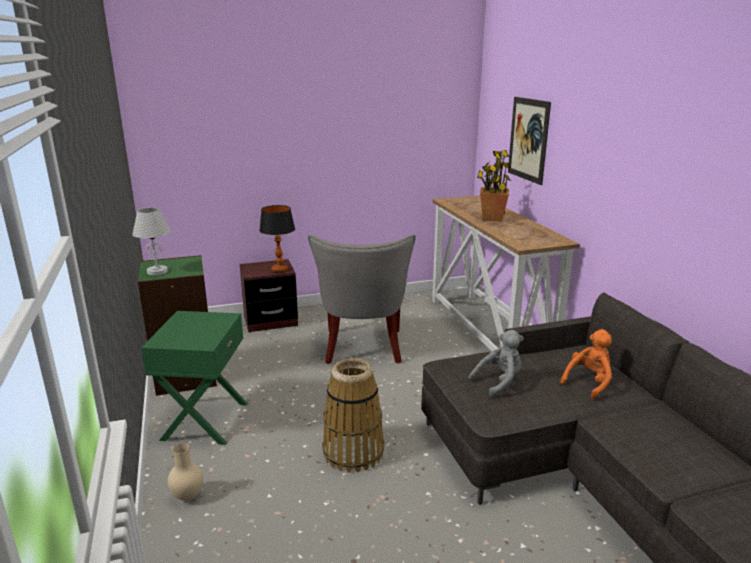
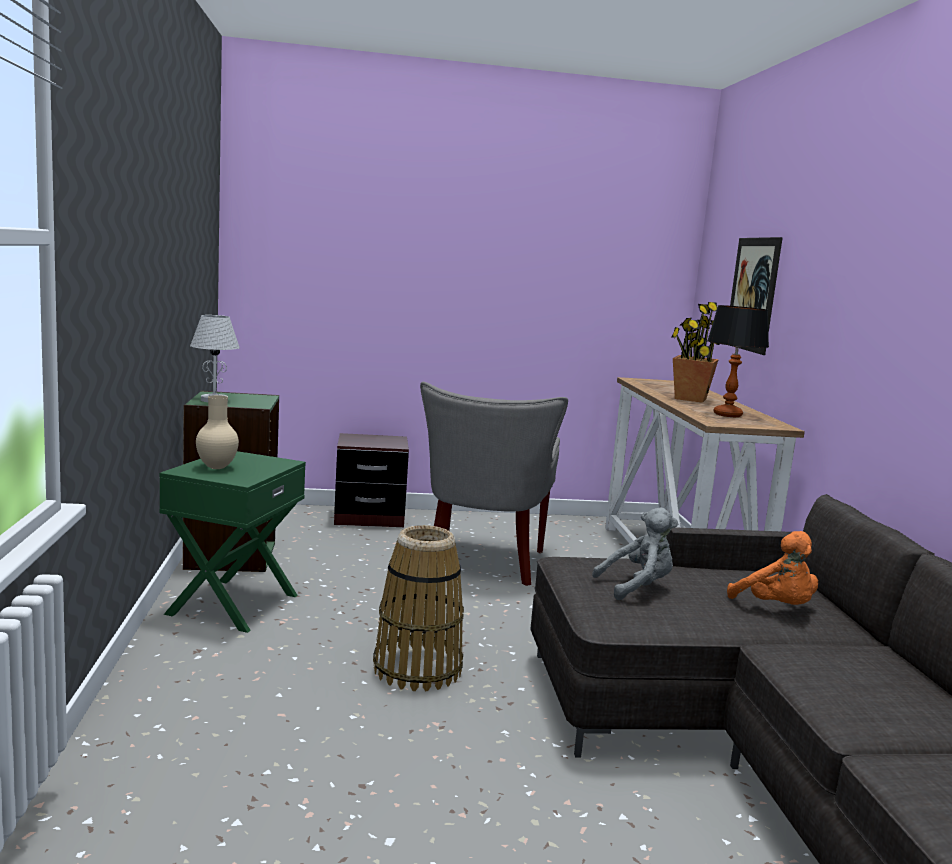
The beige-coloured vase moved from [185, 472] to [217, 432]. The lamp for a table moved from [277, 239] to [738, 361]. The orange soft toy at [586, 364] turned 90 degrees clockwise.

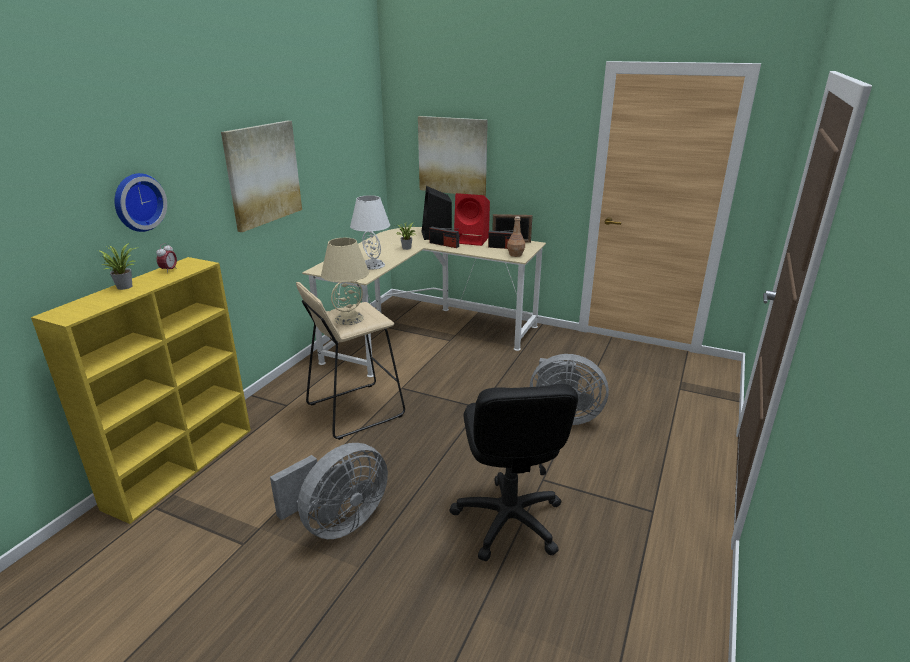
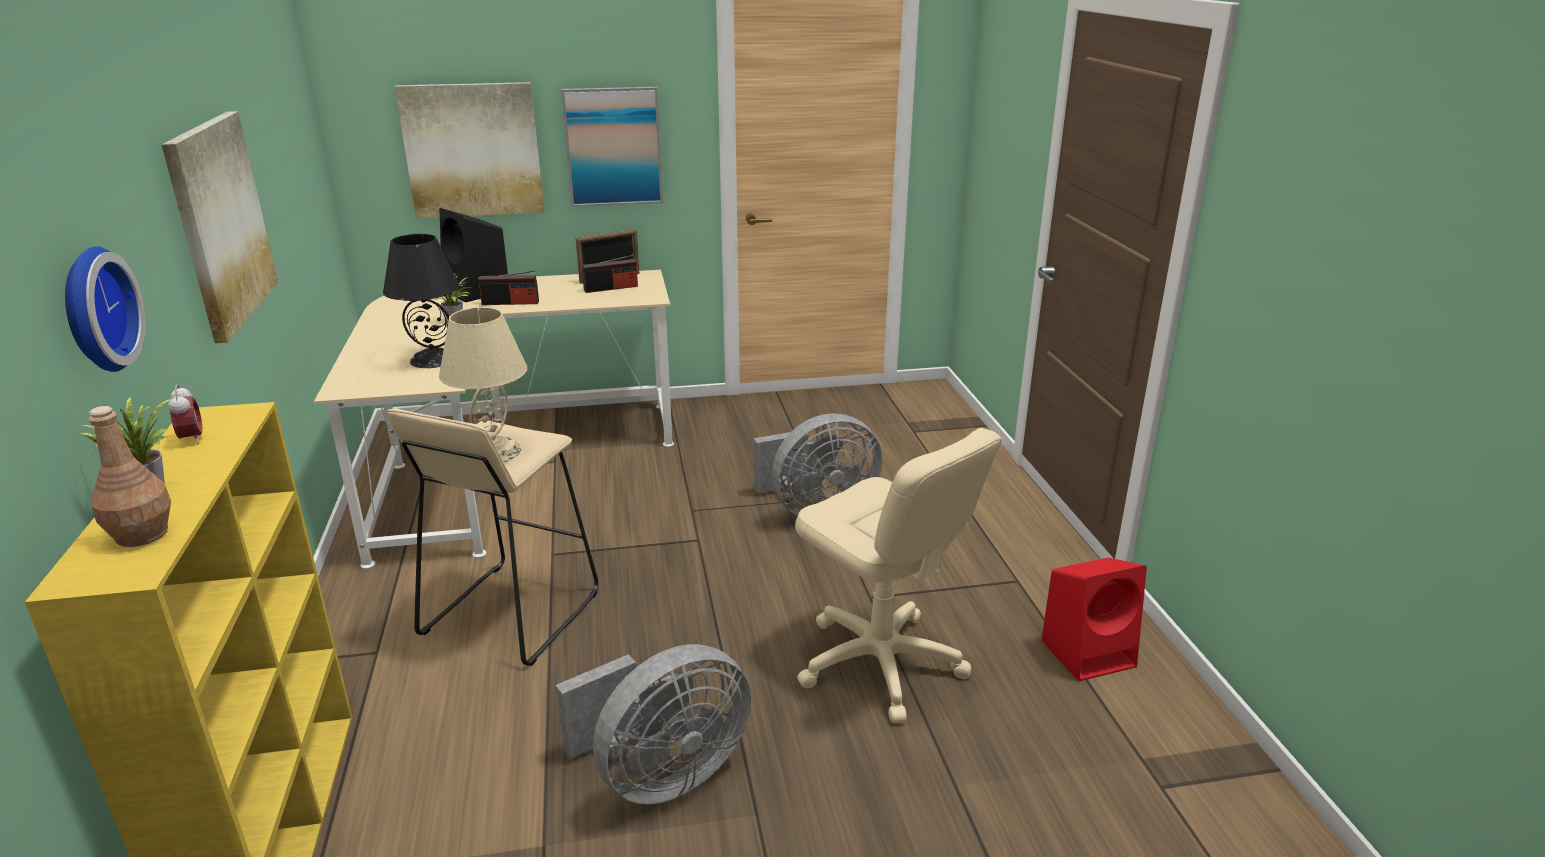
The brown drink bottle moved from [516, 236] to [130, 476]. The white lamp for a table at [370, 232] became the black lamp for a table at [421, 301]. The greyish cooling fan at [329, 491] turned 45 degrees clockwise. The wall picture at [612, 147] appeared. The black office chair at [513, 473] became the beige-coloured office chair at [898, 575]. The reddish loudspeaker moved from [472, 219] to [1094, 619].

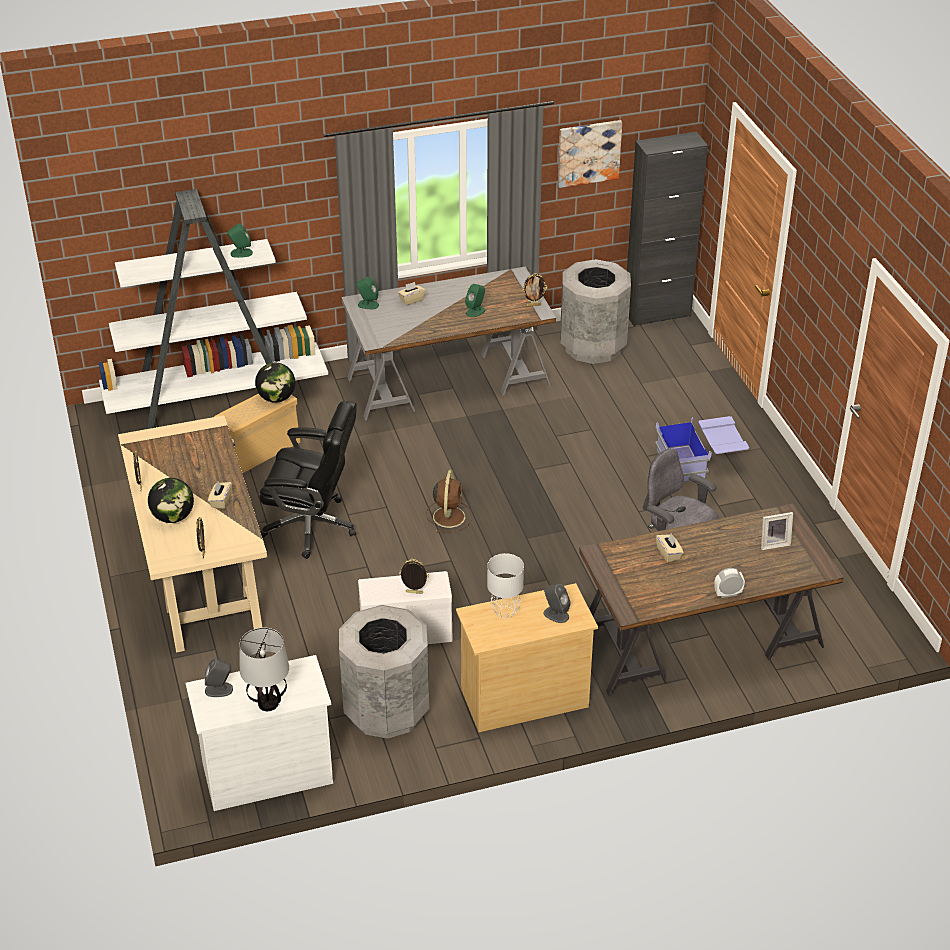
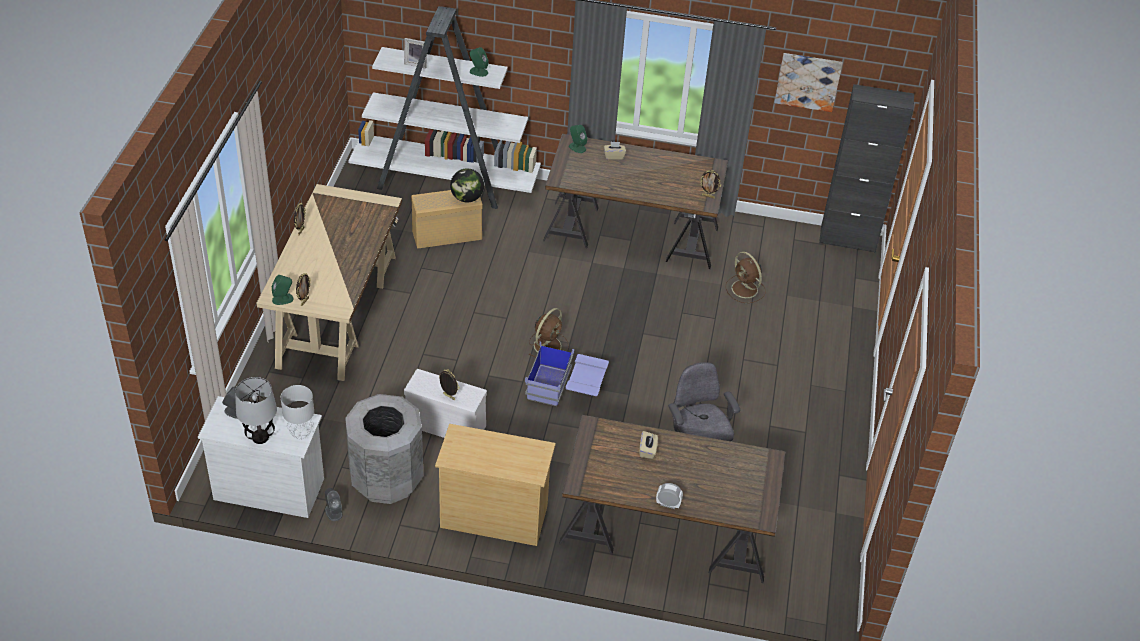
The greenish loudspeaker moved from [475, 300] to [282, 290]. The greyish lamp for a table moved from [505, 586] to [297, 412]. The greyish loudspeaker moved from [557, 603] to [334, 504]. The picture frame moved from [777, 531] to [415, 53]. The blue storage bin moved from [702, 449] to [567, 373]. The greyish desk table at [449, 344] became the brown desk table at [635, 201]. The brown cooling fan at [745, 277] appeared. The desk globe at [171, 500] disappeared. The beige-coloured box of tissues at [220, 495] disappeared. The black office chair at [308, 480] disappeared. The greyish trash can at [595, 311] disappeared.

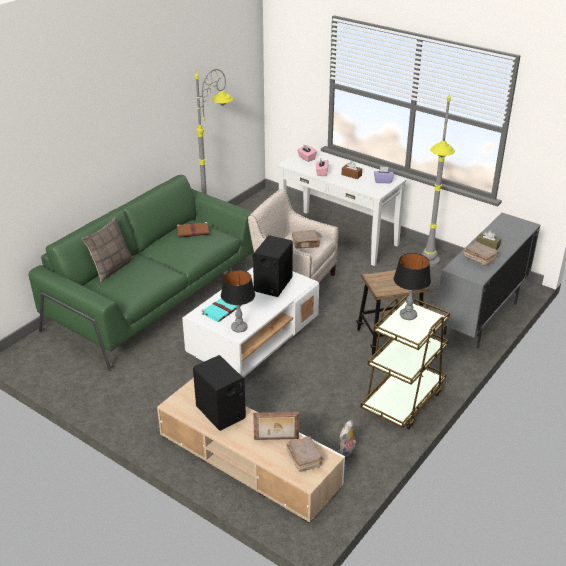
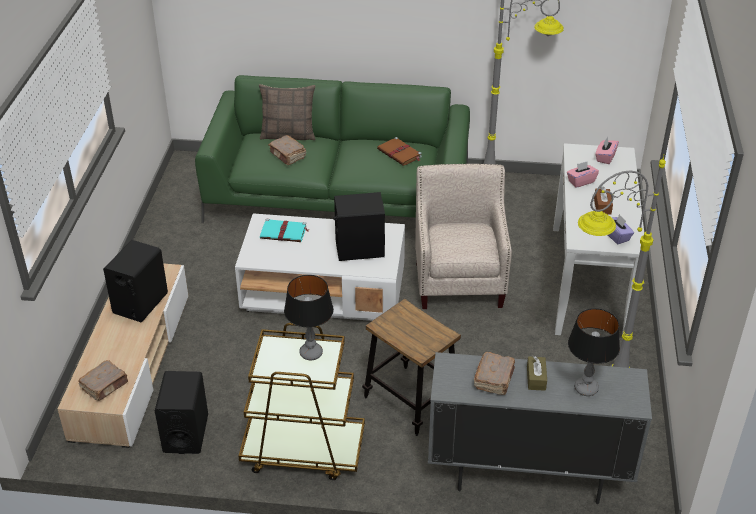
The soft toy at [347, 438] was replaced by the black loudspeaker at [181, 412]. The brown book moved from [306, 239] to [287, 150]. The lamp for a table moved from [238, 301] to [594, 352]. The picture frame at [276, 426] disappeared.

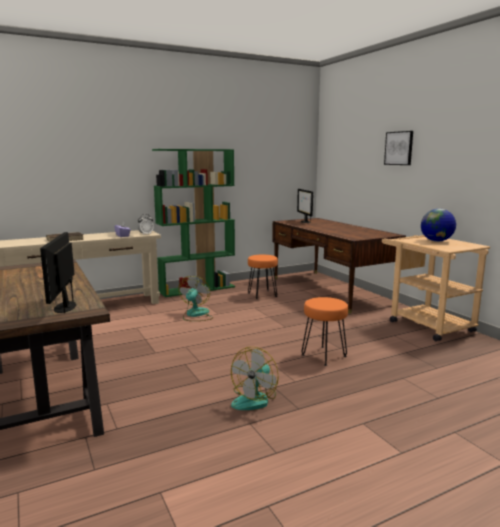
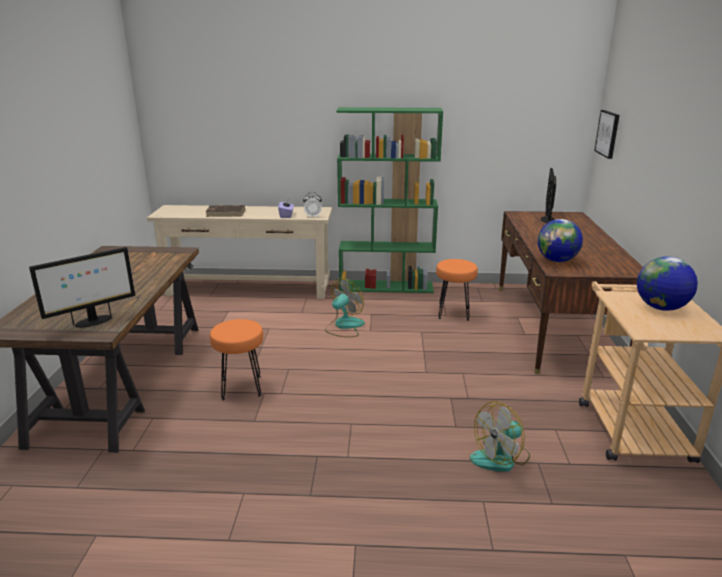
The computer screen at [58, 272] turned 150 degrees counterclockwise. The orange stool moved from [325, 331] to [236, 359]. The cooling fan moved from [255, 378] to [500, 436]. The desk globe at [560, 240] appeared. The wall picture moved from [398, 148] to [607, 134].

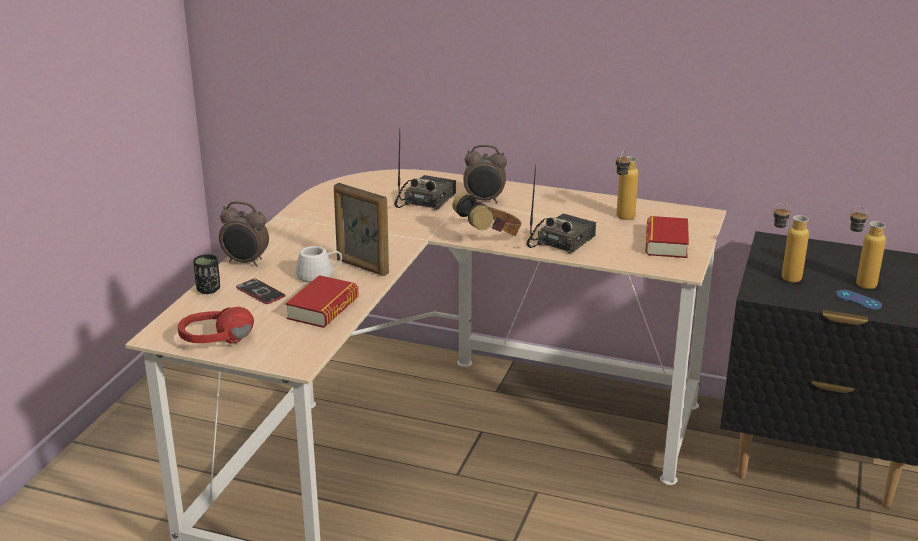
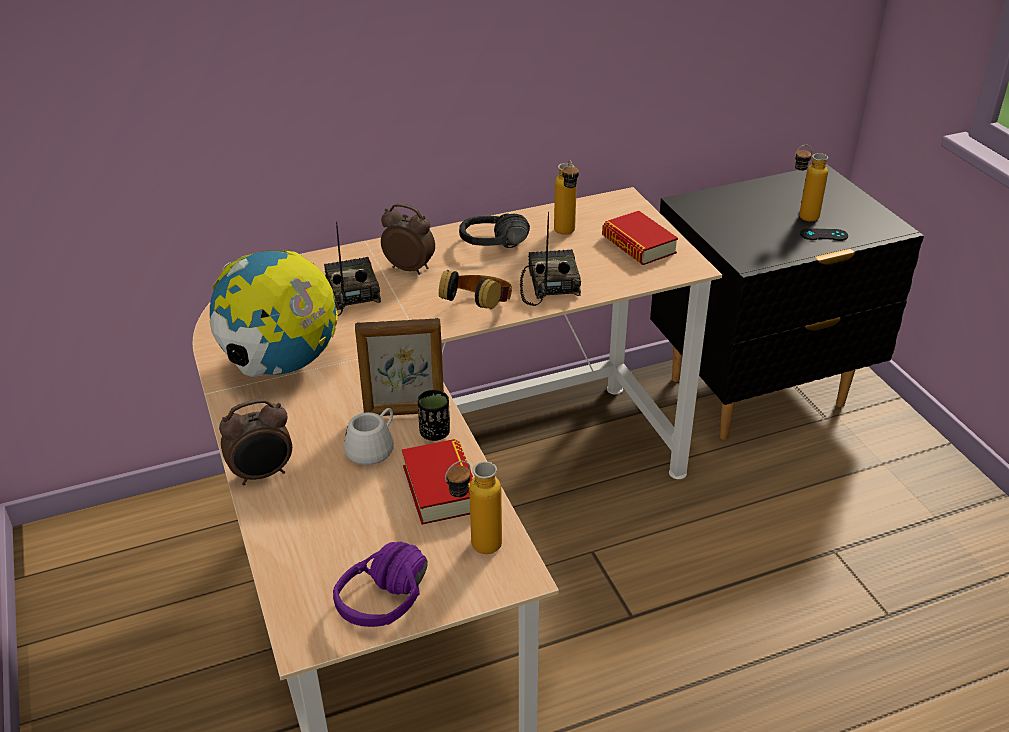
The desk globe at [274, 313] appeared. The reddish headset at [216, 325] became the purplish headset at [380, 584]. The alarm clock at [485, 174] turned 120 degrees counterclockwise. The black cup moved from [206, 274] to [434, 415]. The drink bottle moved from [791, 243] to [473, 507]. The black headset at [494, 230] appeared. The blue gamepad at [859, 300] became the black gamepad at [824, 234]. The handset at [261, 291] disappeared.

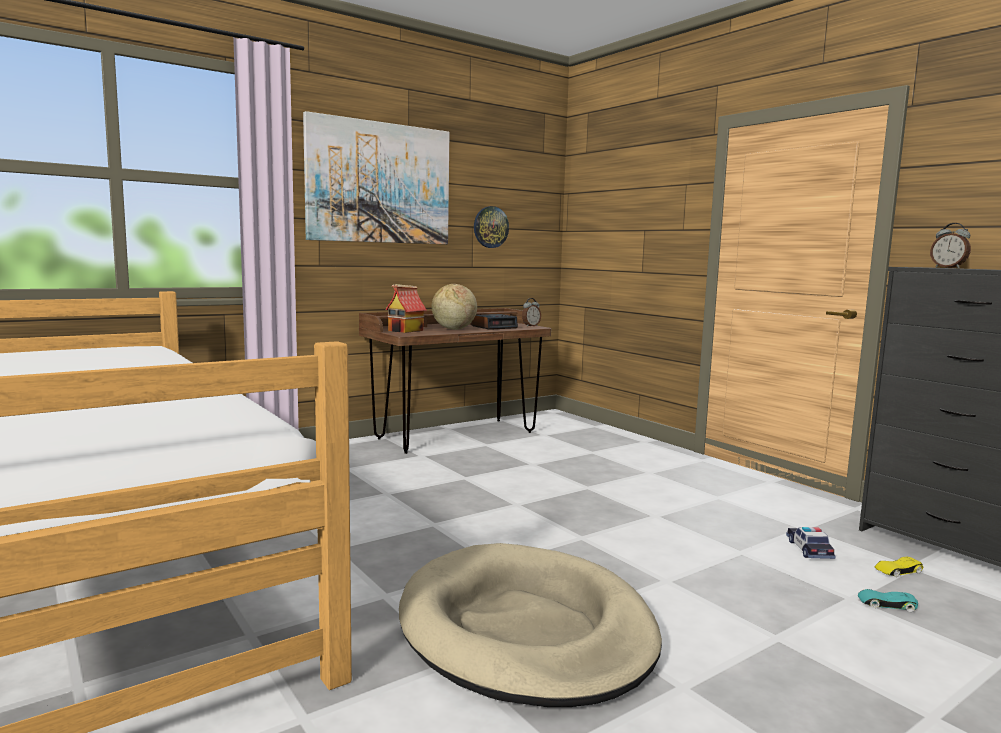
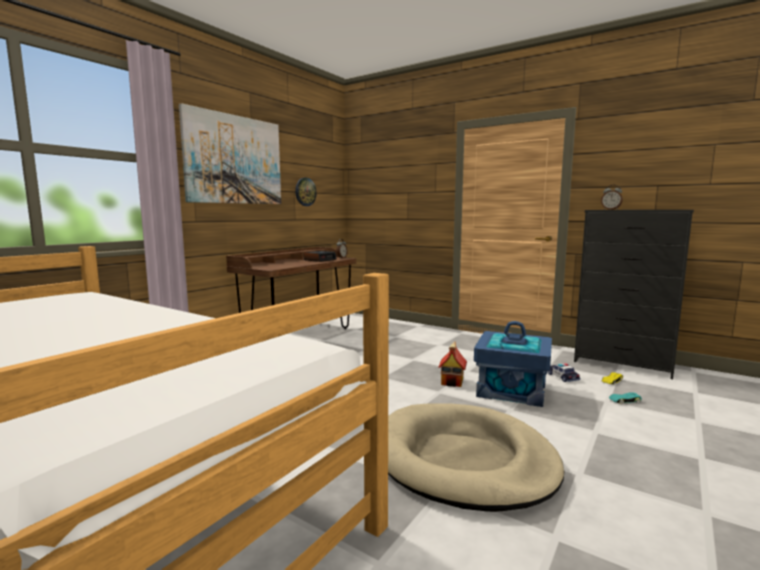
The model house moved from [406, 308] to [452, 364]. The blue storage bin at [513, 364] appeared. The desk globe at [454, 307] disappeared.

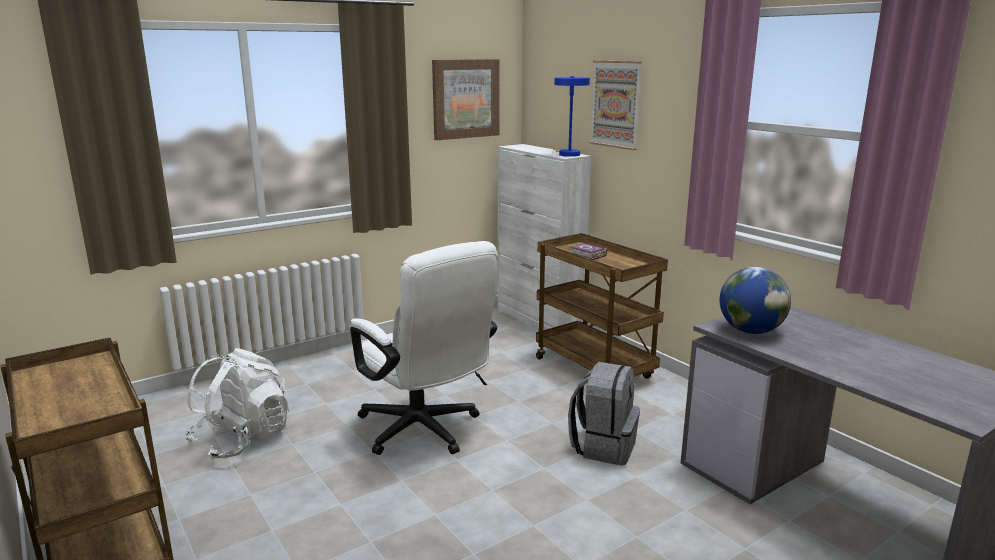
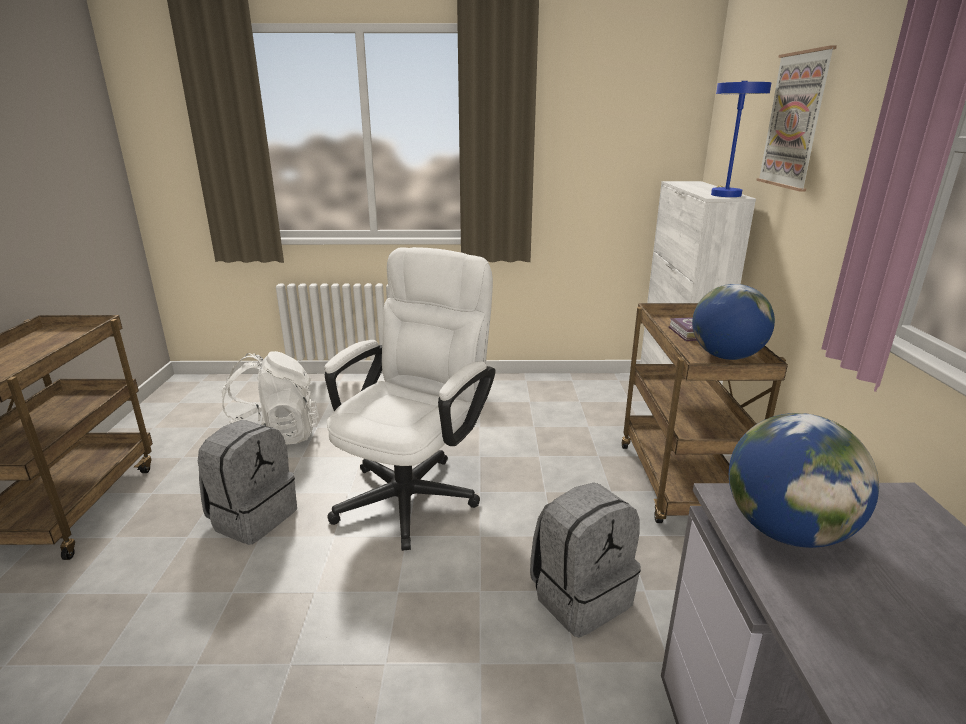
The greyish rucksack at [247, 482] appeared. The white office chair at [424, 348] turned 150 degrees counterclockwise. The desk globe at [733, 322] appeared. The wall picture at [466, 99] disappeared.

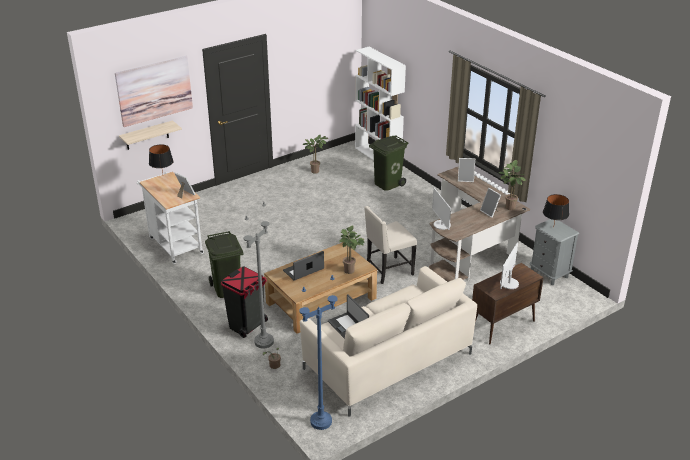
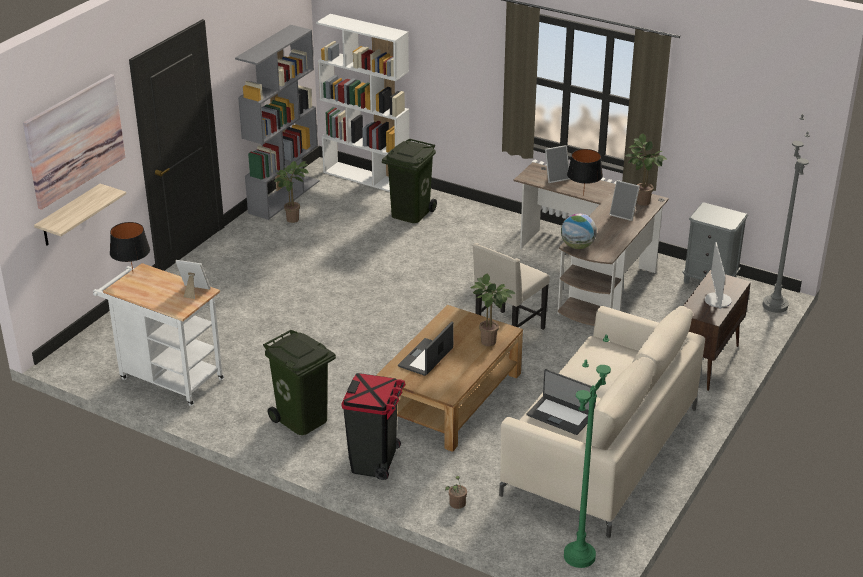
The greyish shelving unit at [277, 122] appeared. The computer screen at [441, 209] was replaced by the desk globe at [579, 231]. The blue floor lamp at [318, 352] became the greenish floor lamp at [587, 451]. The black lamp for a table moved from [556, 209] to [585, 172]. The greyish floor lamp moved from [259, 275] to [786, 213].

